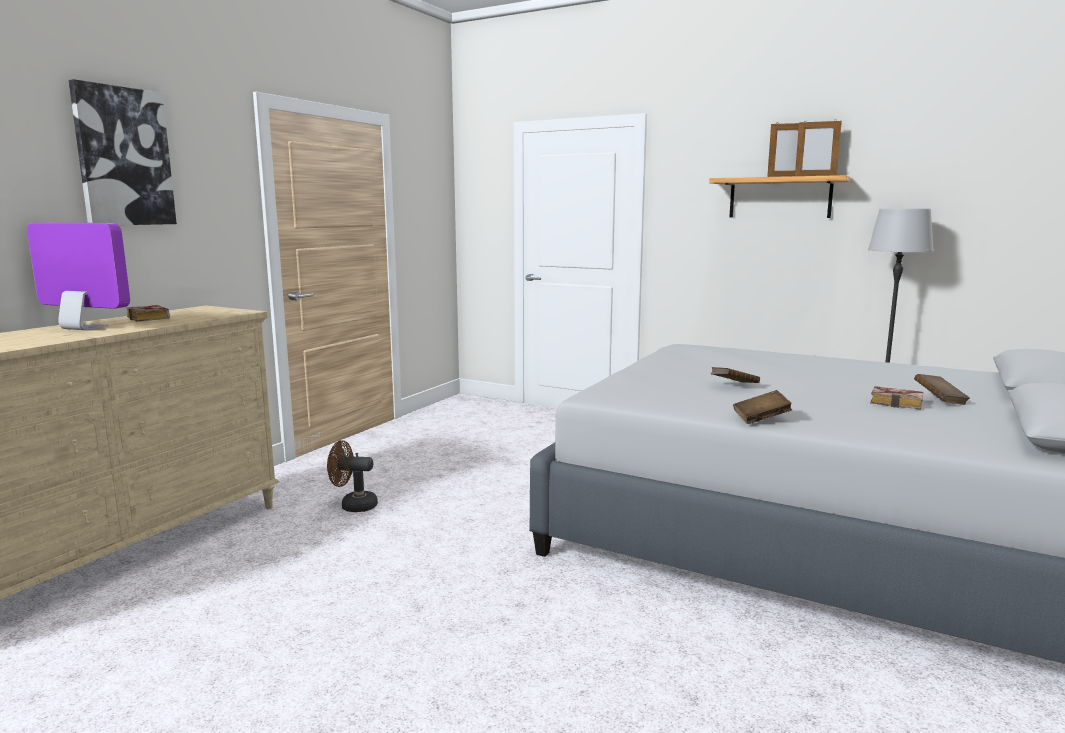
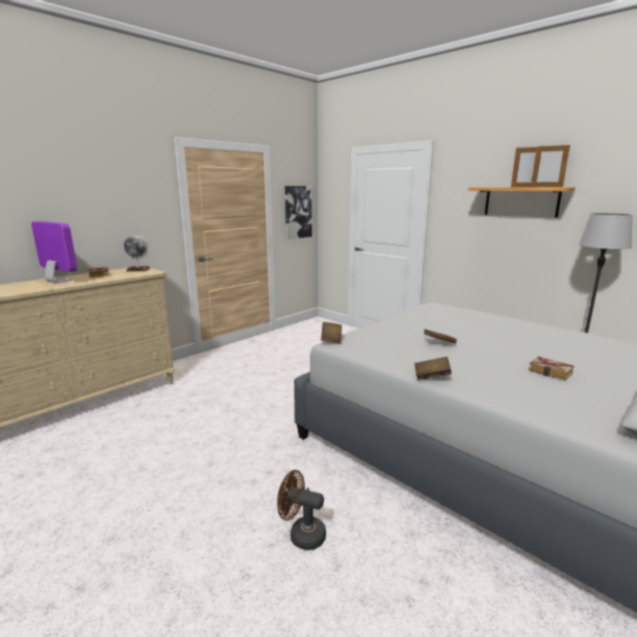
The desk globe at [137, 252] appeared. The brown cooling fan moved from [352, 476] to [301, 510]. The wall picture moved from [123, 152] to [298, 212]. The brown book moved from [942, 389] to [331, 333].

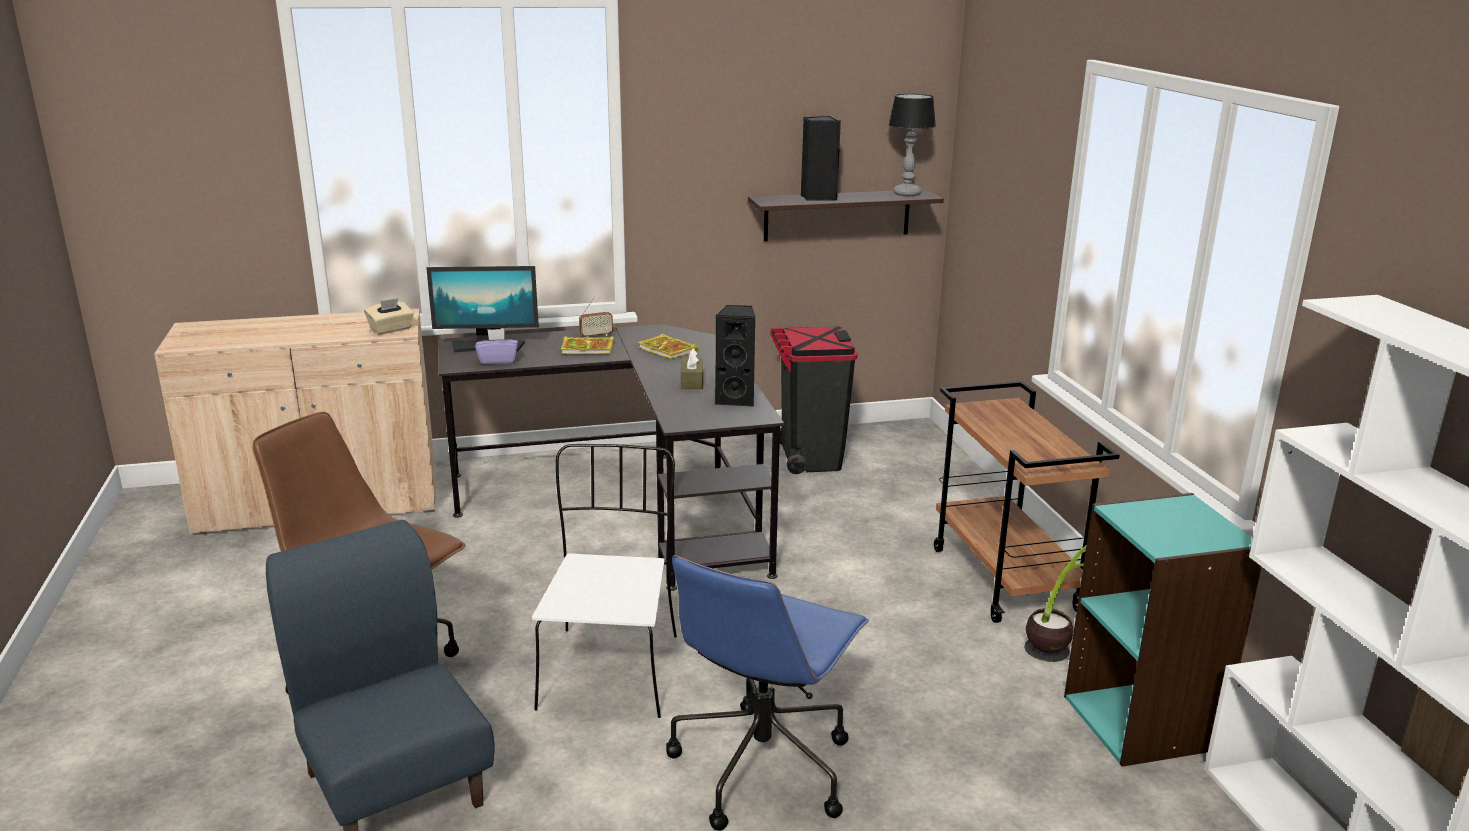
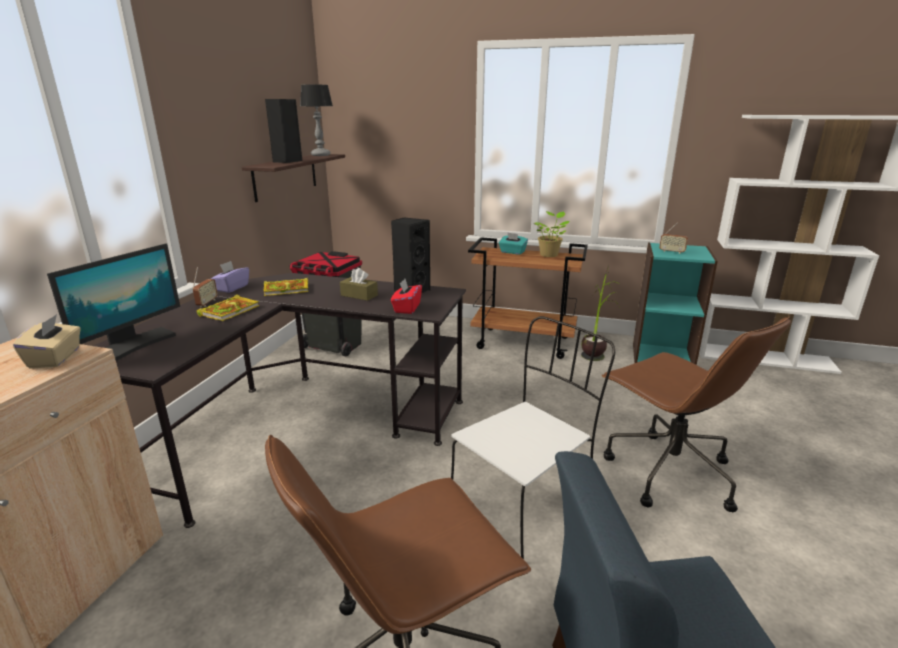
The purplish box of tissues moved from [496, 346] to [230, 277]. The reddish box of tissues at [406, 296] appeared. The white upright chair at [604, 581] turned 105 degrees clockwise. The turquoise-coloured box of tissues at [513, 243] appeared. The plant in a pot at [551, 234] appeared. The blue office chair at [767, 693] became the brown office chair at [696, 414]. The radio set at [673, 238] appeared.

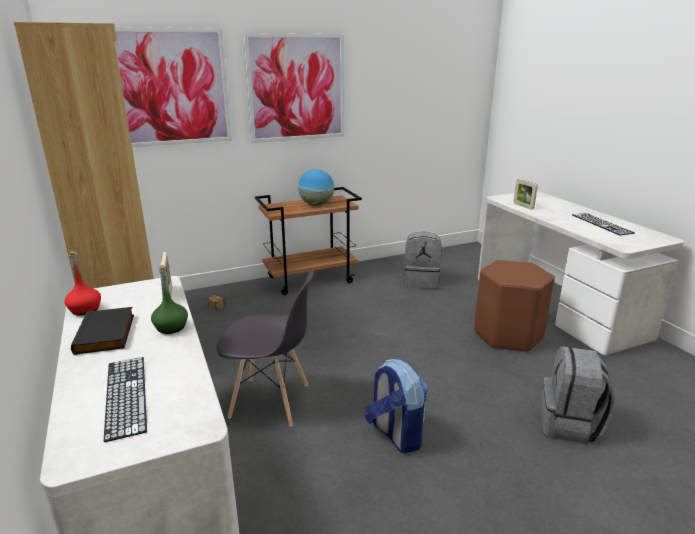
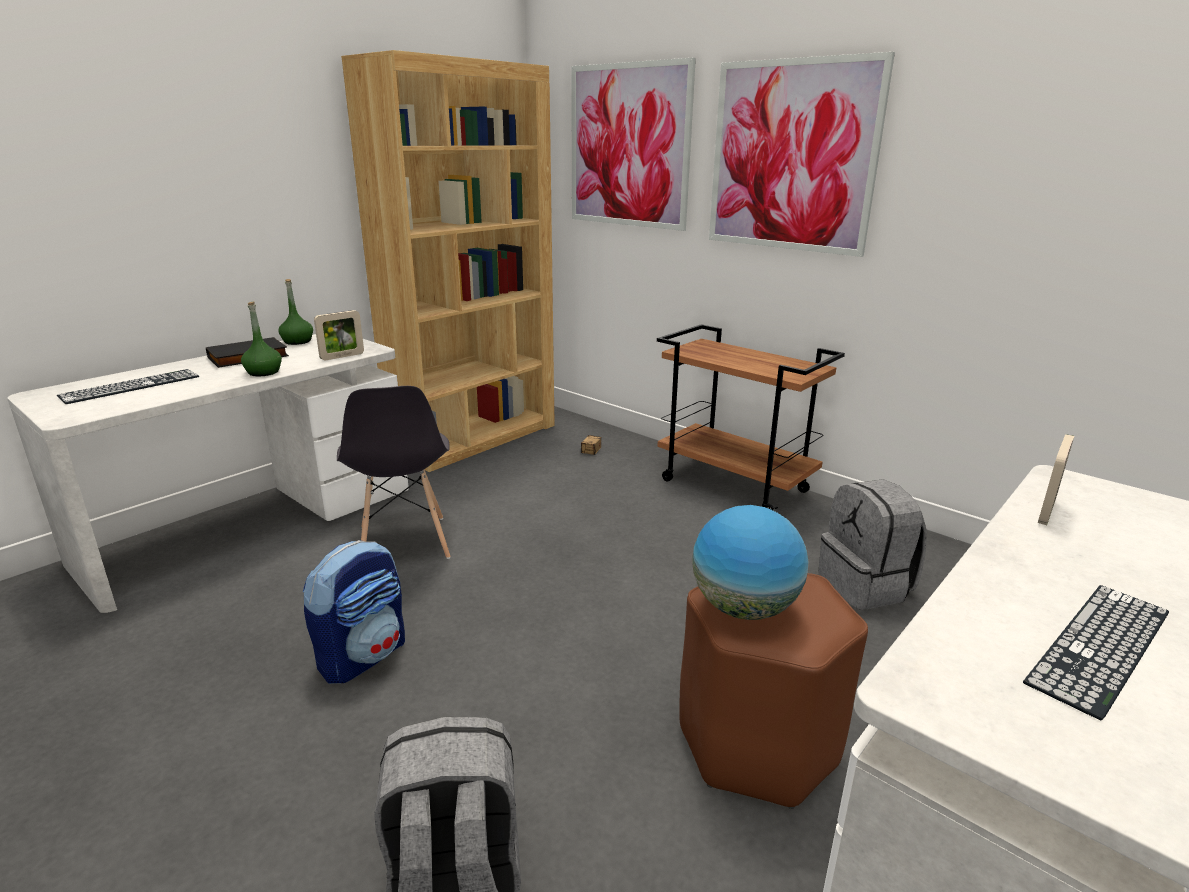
The reddish drink bottle at [83, 283] became the greenish drink bottle at [296, 312]. The desk globe moved from [316, 187] to [750, 562].

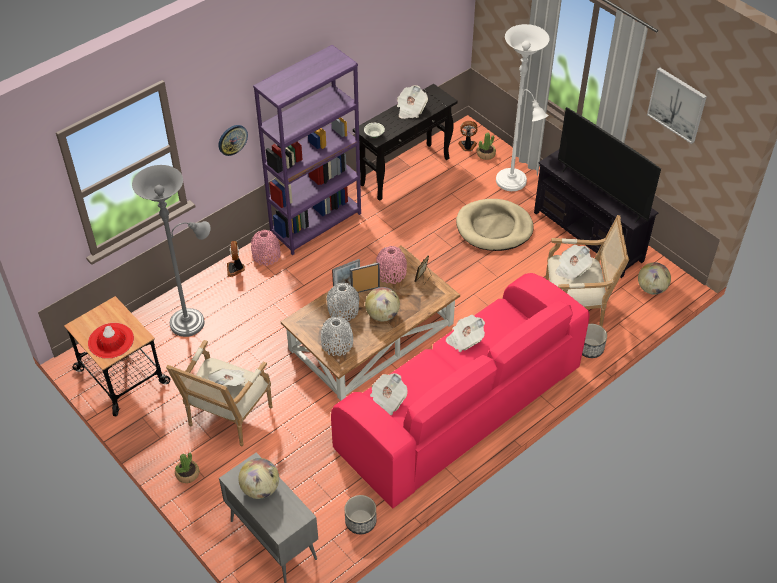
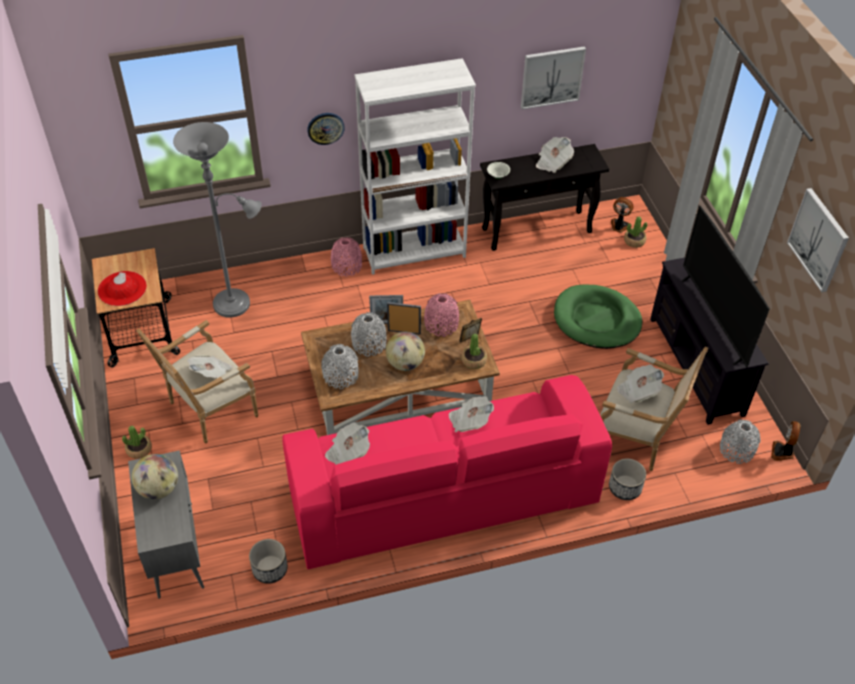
The purplish shelving unit at [307, 150] became the white shelving unit at [415, 166]. The plant in a pot at [474, 351] appeared. The wall picture at [553, 77] appeared. The beige-coloured pet bed at [494, 225] became the greenish pet bed at [598, 316]. The desk globe at [654, 278] was replaced by the greyish vase at [740, 442]. The cooling fan moved from [236, 259] to [785, 441]. The white floor lamp at [522, 107] disappeared.

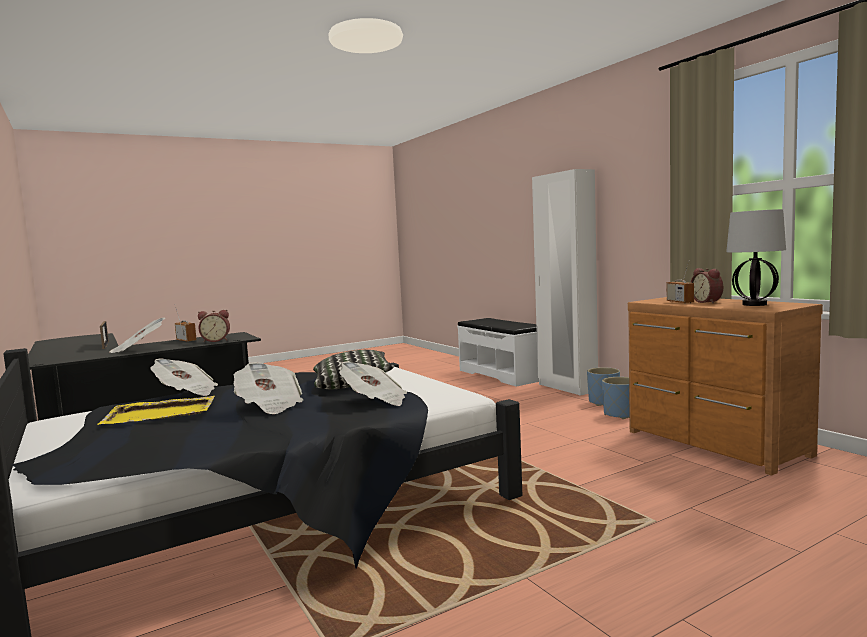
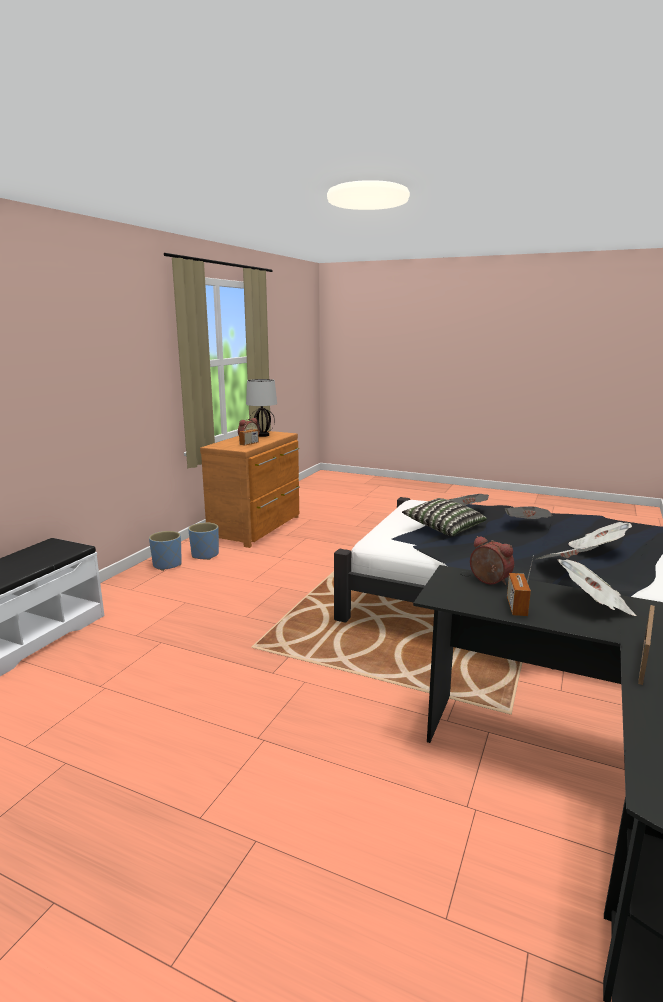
The yellow-coloured carrying tray at [156, 410] was replaced by the daily paper at [600, 535]. The white wardrobe at [565, 282] disappeared.

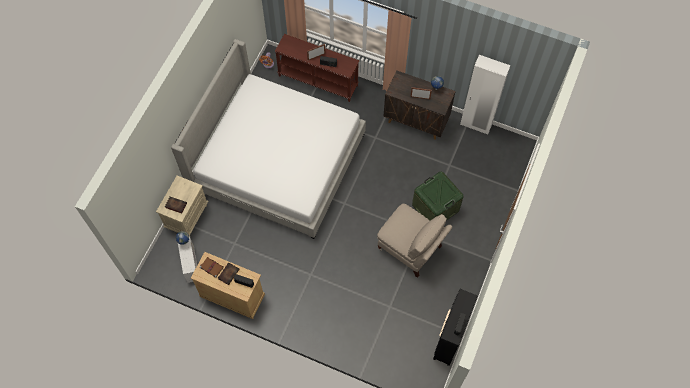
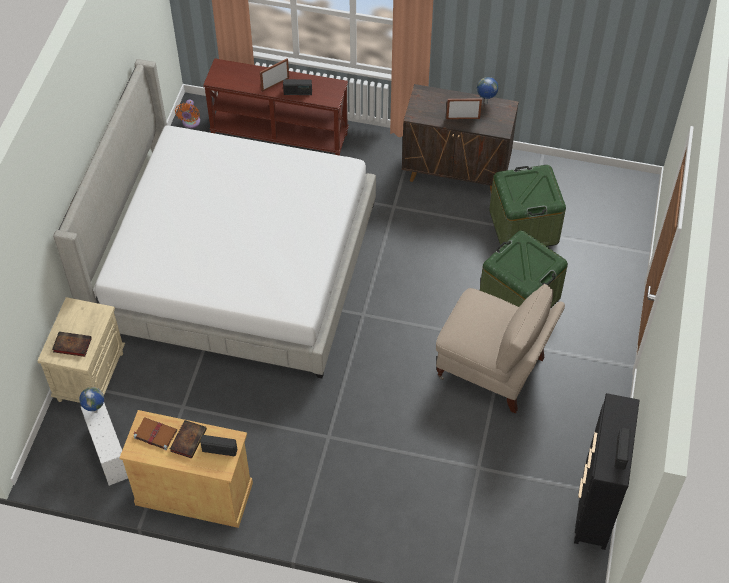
The greenish storage bin at [527, 205] appeared. The white wardrobe at [485, 95] disappeared.

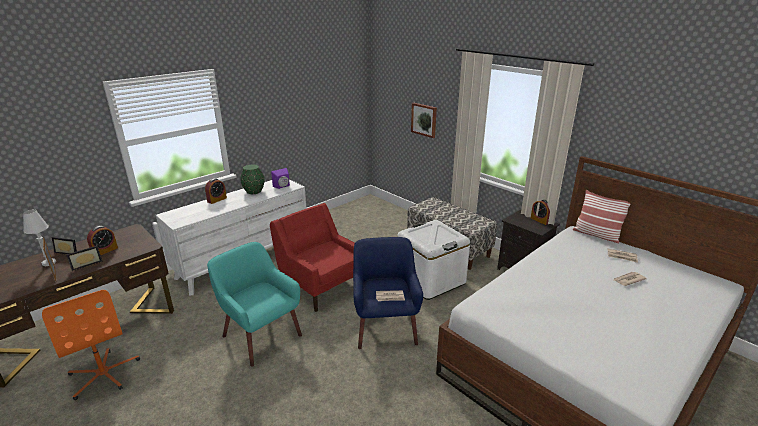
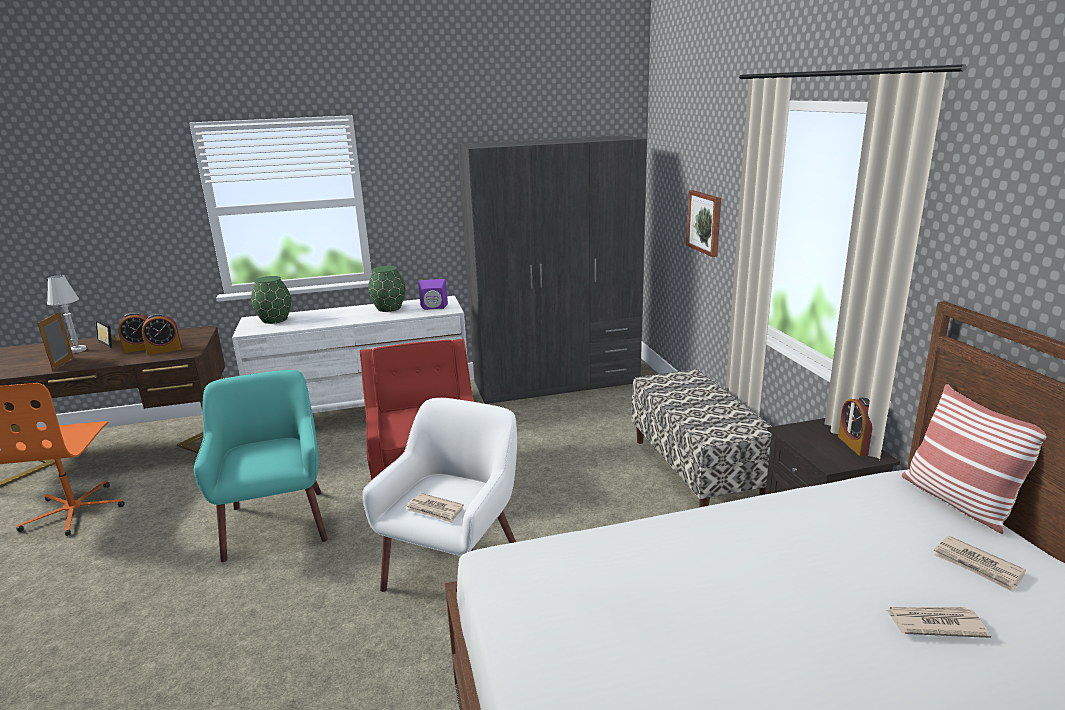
The alarm clock moved from [216, 191] to [162, 334]. The greenish vase at [271, 300] appeared. The blue easy chair at [388, 293] became the white easy chair at [439, 495]. The greyish wardrobe at [552, 269] appeared. The picture frame at [84, 258] disappeared. The white storage bin at [433, 260] disappeared.

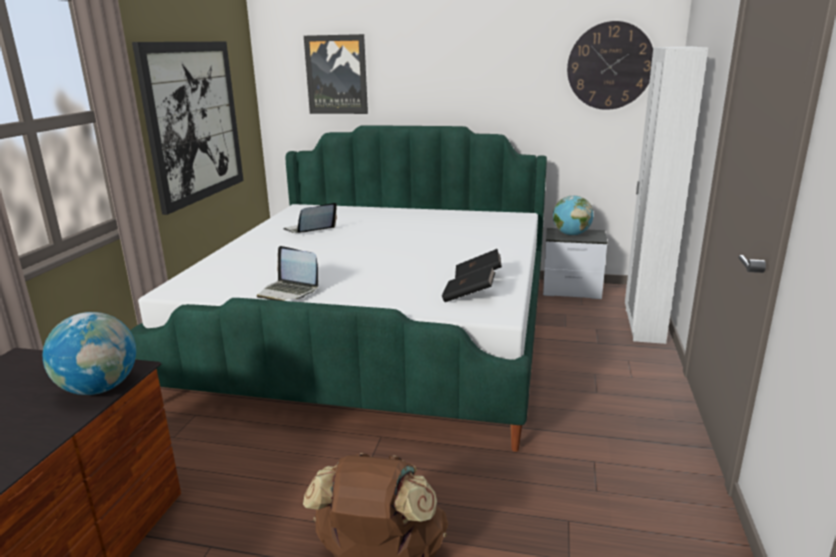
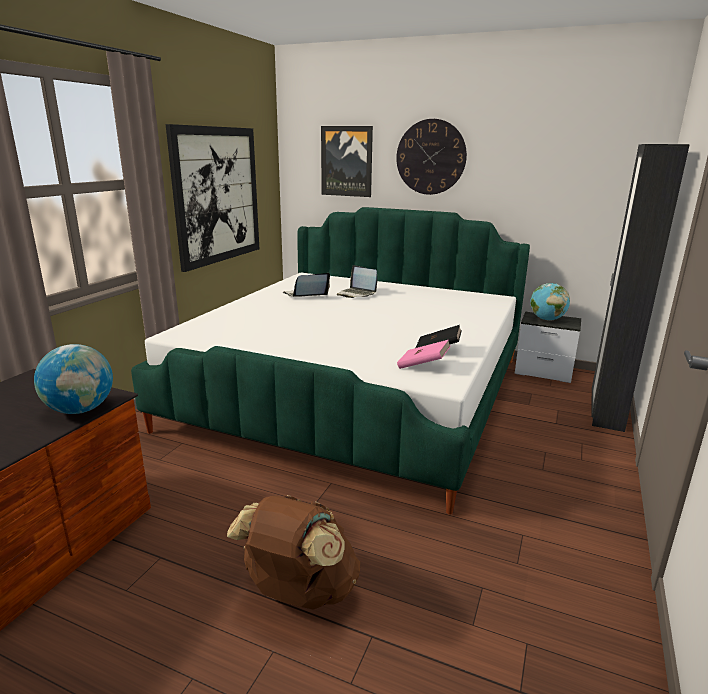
The laptop moved from [287, 273] to [357, 281]. The wall clock moved from [610, 65] to [431, 157]. The black book at [468, 284] became the pink book at [424, 354]. The white wardrobe at [666, 195] became the black wardrobe at [640, 288].

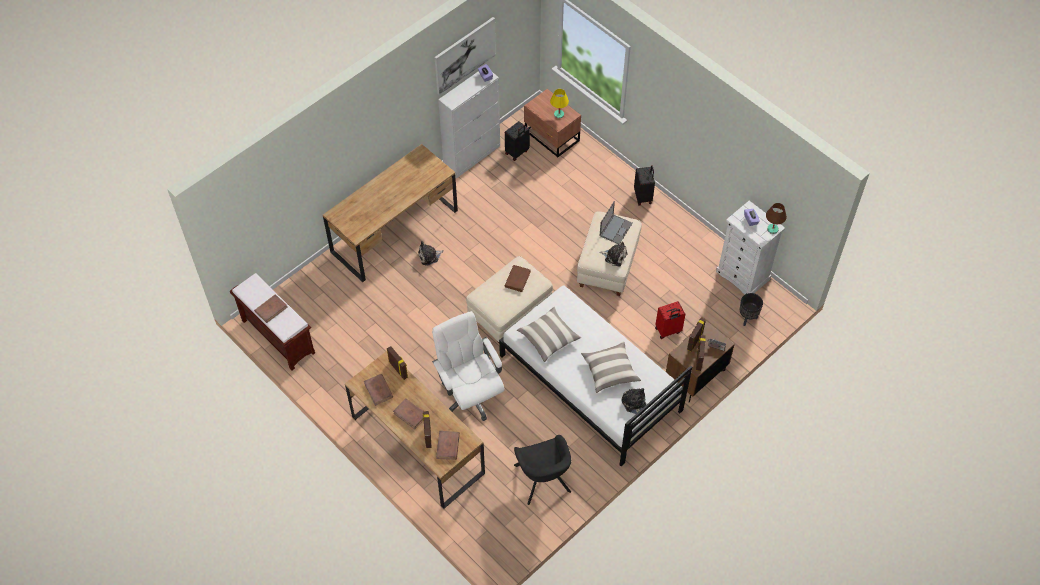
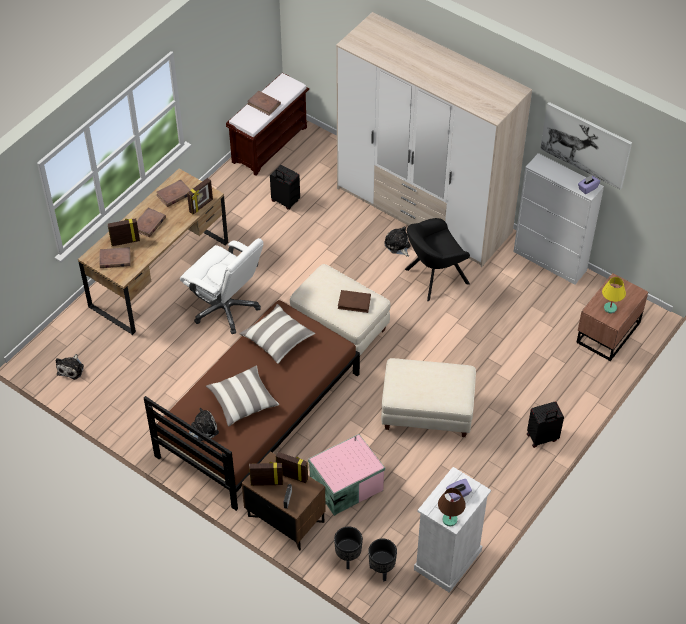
The soft toy moved from [613, 254] to [70, 367]. The white bed at [595, 375] became the brown bed at [252, 405]. The white office chair at [468, 366] turned 75 degrees clockwise. The black suitcase moved from [517, 141] to [285, 187]. The reddish suitcase at [670, 320] was replaced by the pink storage bin at [346, 475]. The black planter at [348, 547] appeared. The brown desk table at [390, 213] was replaced by the wardrobe at [434, 139]. The black easy chair moved from [542, 470] to [437, 259]. The laptop at [616, 223] disappeared.

